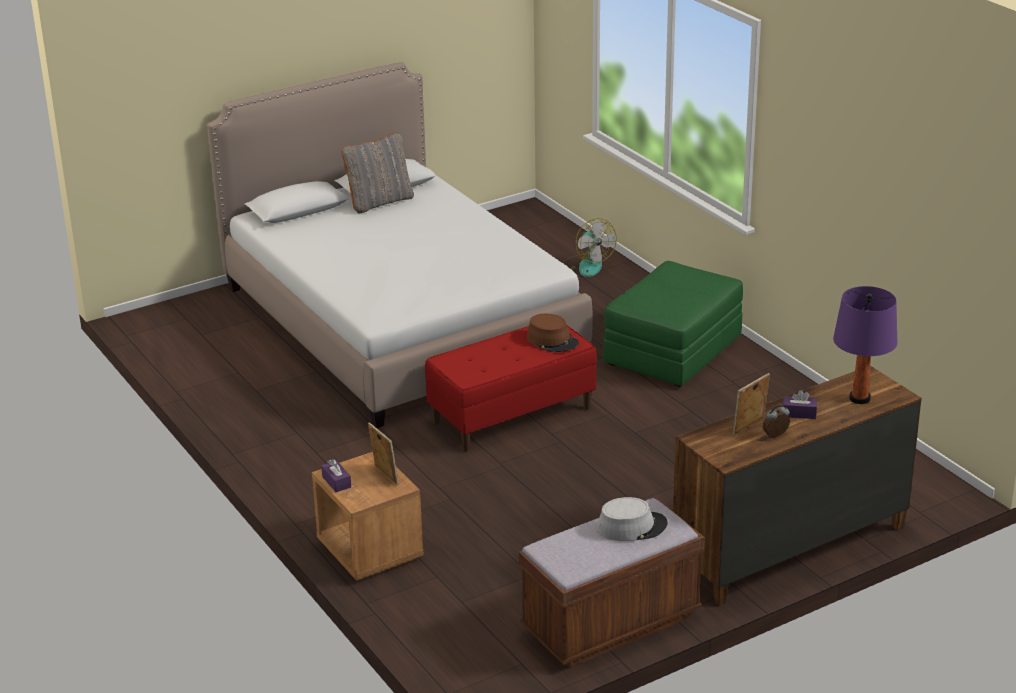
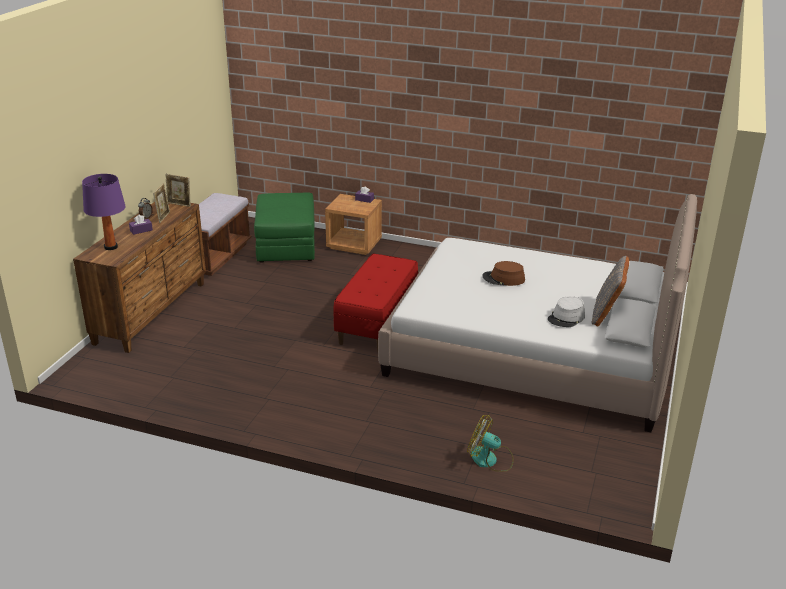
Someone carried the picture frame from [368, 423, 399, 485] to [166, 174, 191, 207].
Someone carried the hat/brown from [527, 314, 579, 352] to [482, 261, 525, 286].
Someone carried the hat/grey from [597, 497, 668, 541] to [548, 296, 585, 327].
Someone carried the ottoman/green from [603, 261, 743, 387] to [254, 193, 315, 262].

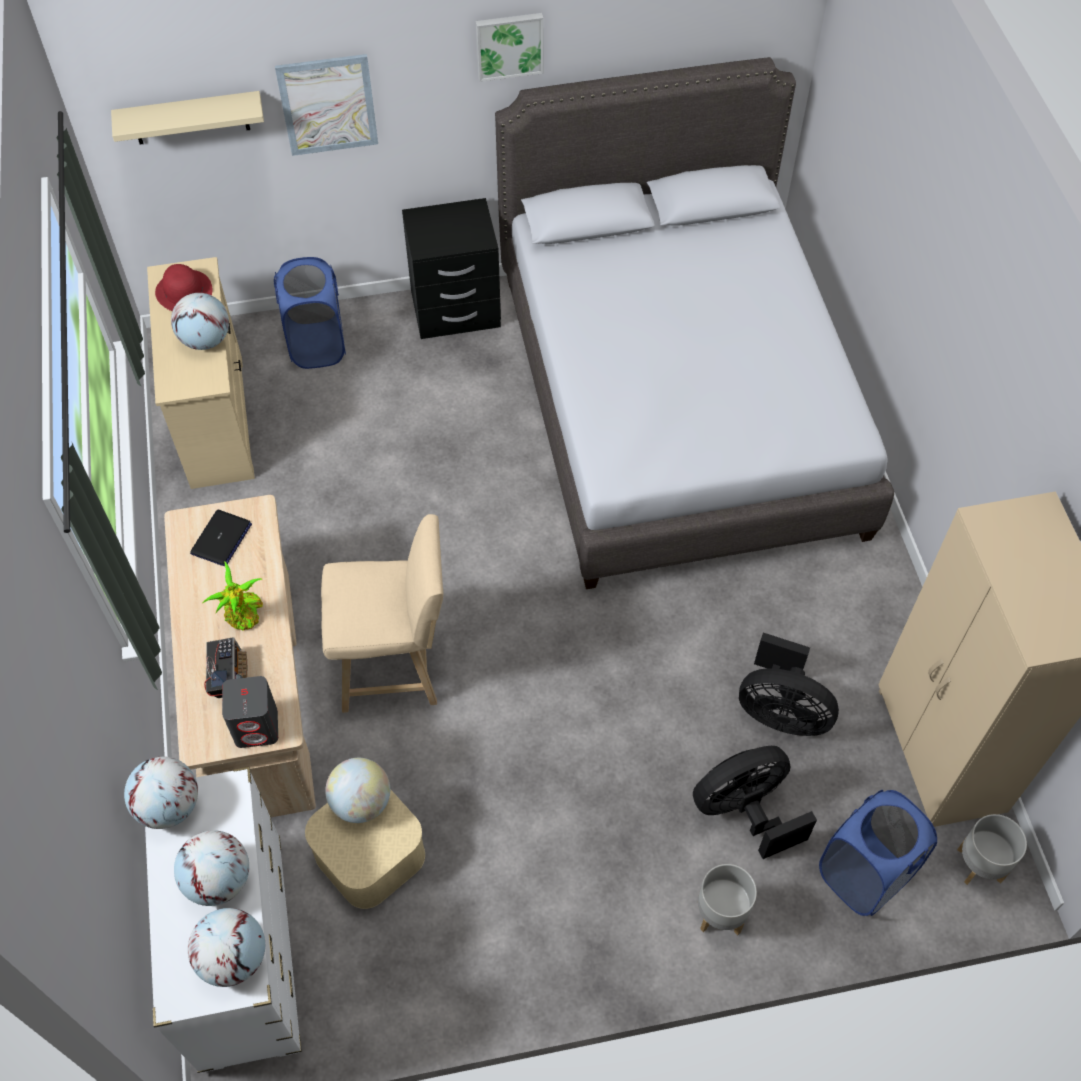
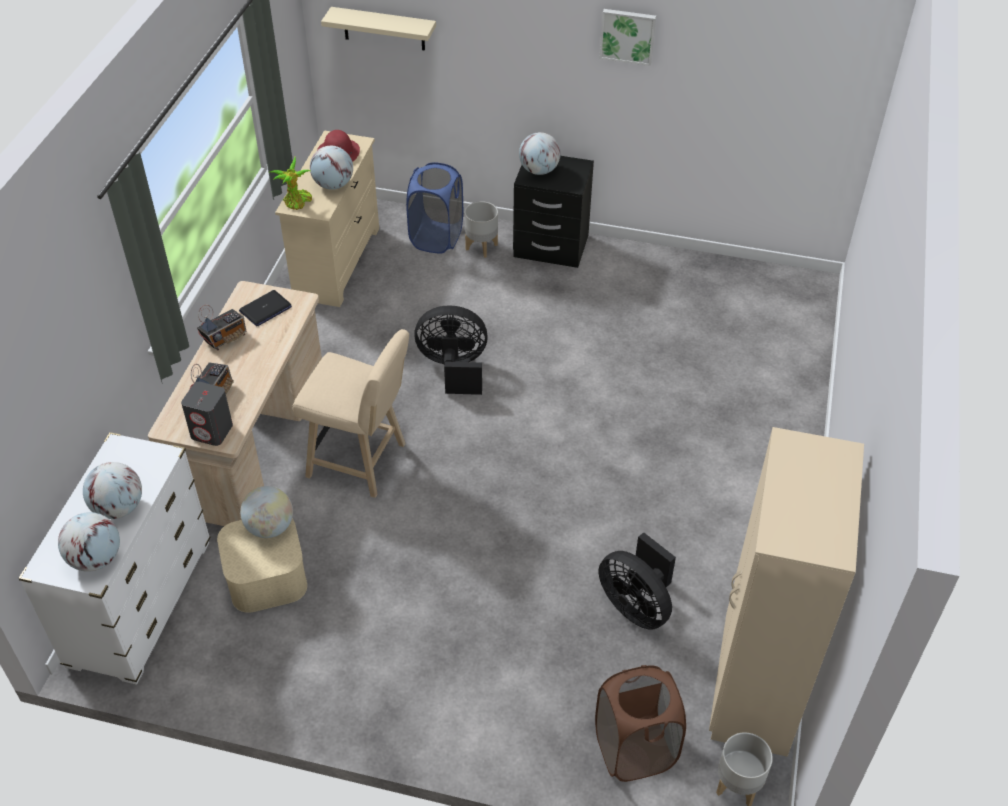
Someone took away the picture at [275, 54, 378, 156].
Someone took away the bed/grey at [495, 57, 894, 589].
Someone put down the radio at [197, 305, 246, 350].
Someone carried the globe from [124, 757, 198, 829] to [519, 132, 561, 175].
Someone carried the potted plant from [203, 561, 263, 631] to [268, 157, 312, 210].
Someone carried the fan/black from [693, 746, 817, 859] to [414, 305, 488, 395].
Someone carried the planter/grey from [698, 864, 757, 936] to [465, 201, 498, 258].
Someone repainted the laundry basket/blue at [819, 790, 937, 916], which became the laundry basket/brown at [595, 665, 686, 782].

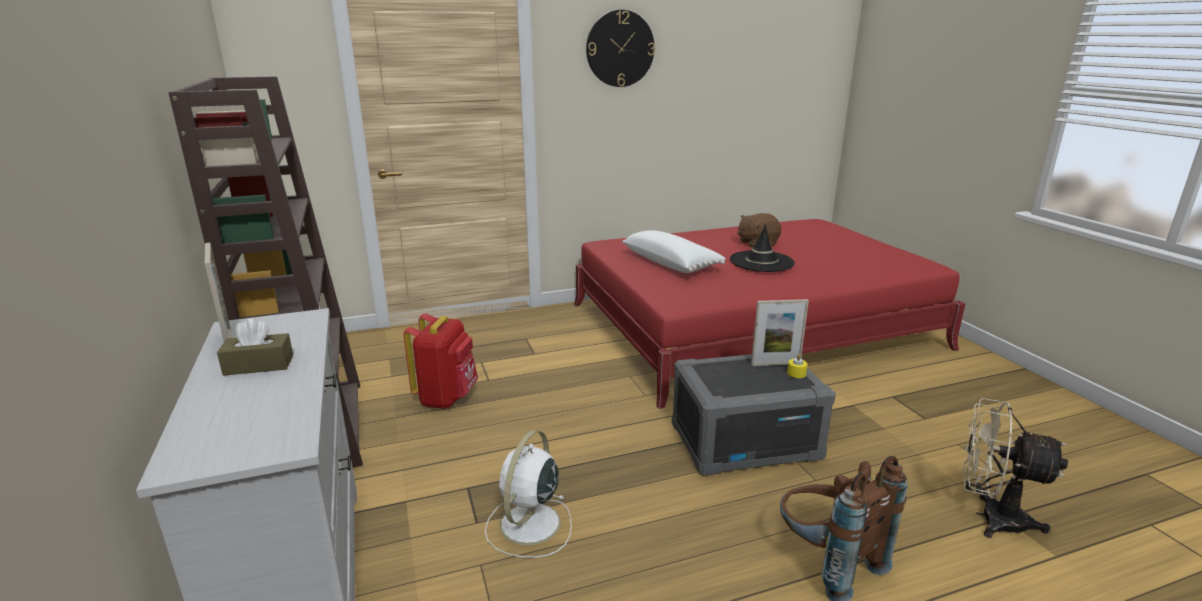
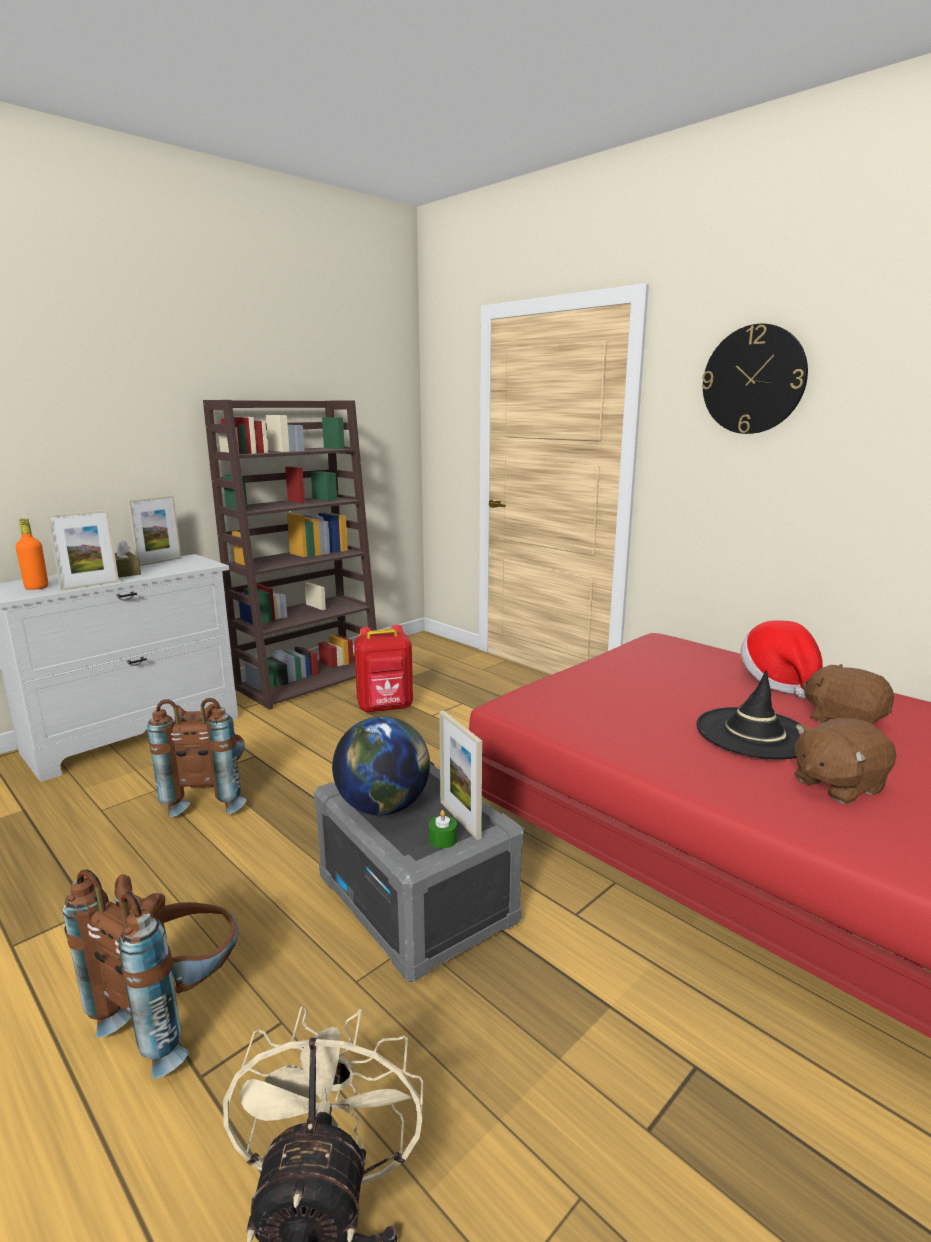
Someone took away the pillow/white at [622, 230, 726, 273].
Someone put down the bottle/orange at [16, 518, 48, 590].
Someone put down the picture frame at [47, 510, 119, 591].
Someone put down the globe at [332, 716, 430, 815].
Someone put down the hat at [741, 620, 823, 698].
Someone put down the plush toy/brown at [795, 718, 896, 804].
Someone swapped the fan/white at [485, 430, 572, 558] for the backpack/brown at [147, 698, 247, 817].
Someone repainted the candle/yellow at [787, 354, 808, 378], which became the candle/green at [429, 810, 457, 849].

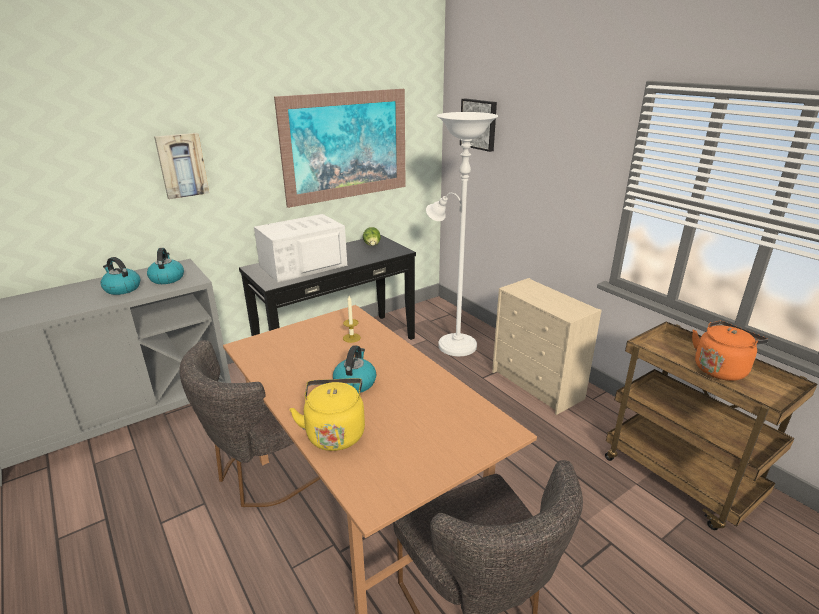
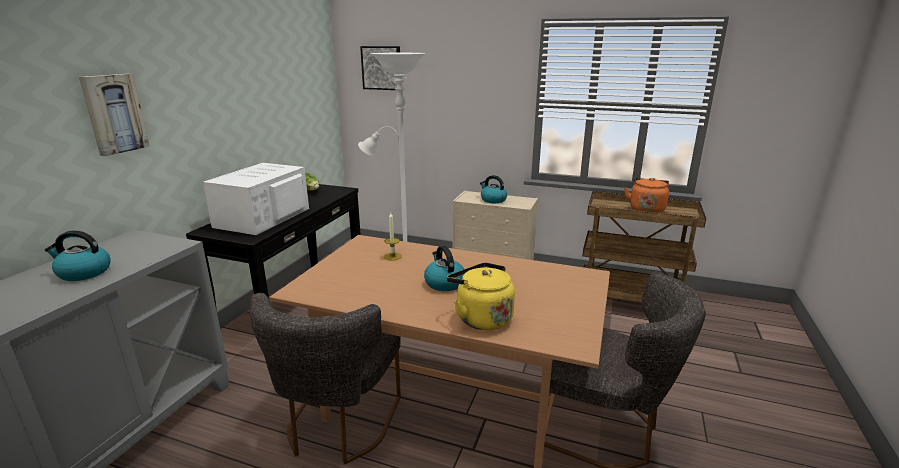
Someone took away the picture at [274, 89, 406, 208].
Someone carried the kettle from [147, 248, 184, 284] to [480, 175, 507, 203].

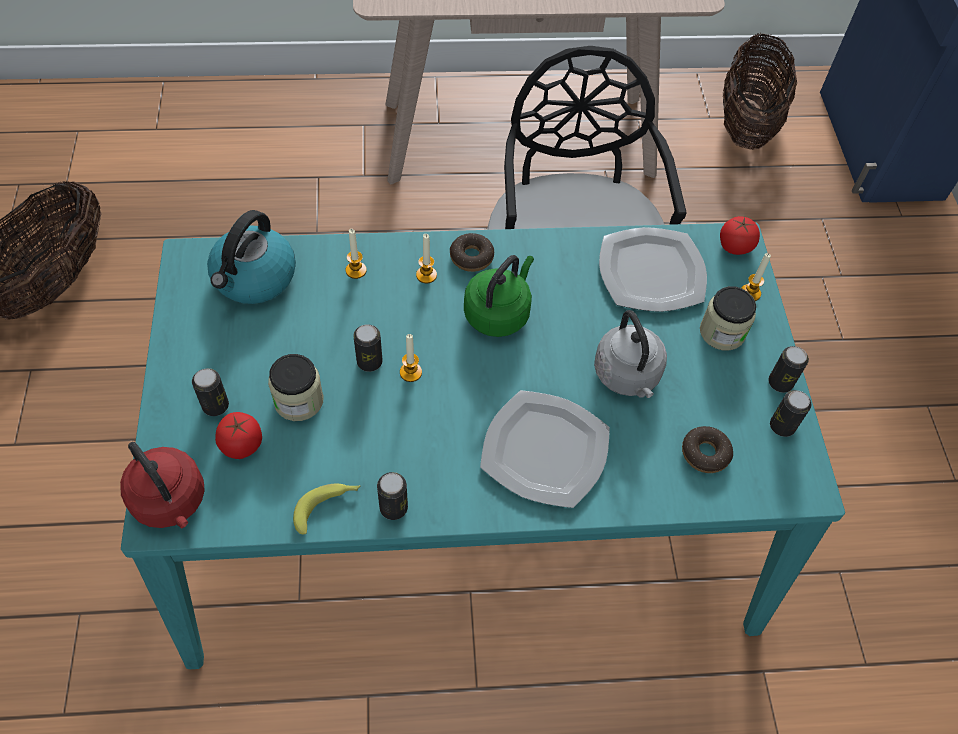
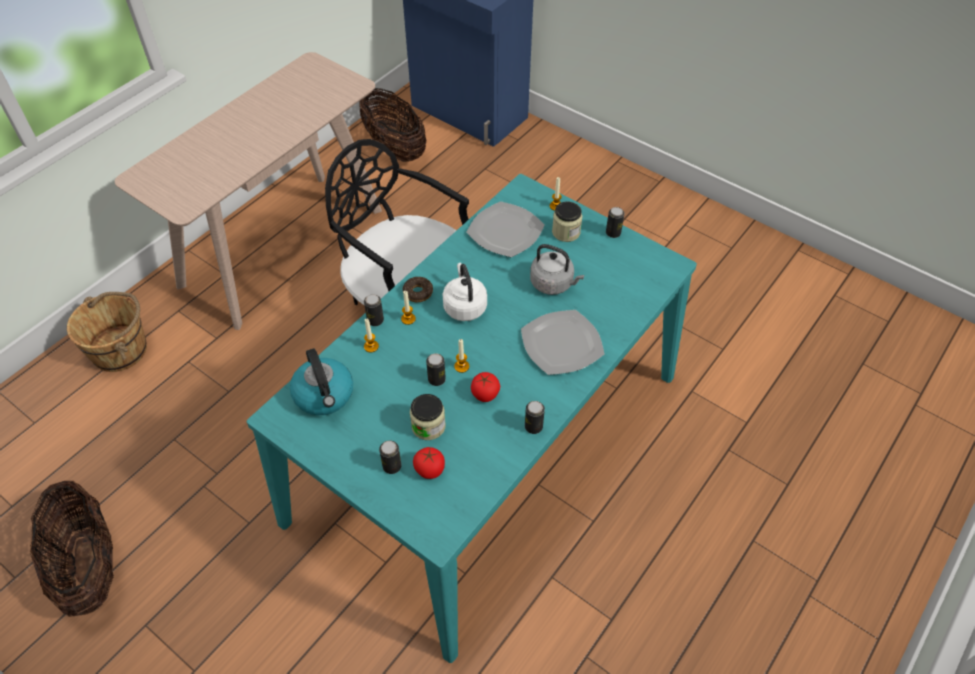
Someone took away the kettle/red at [120, 442, 205, 528].
Someone took away the banana at [293, 483, 361, 534].
Someone took away the donut at [682, 426, 733, 473].
Someone put down the bucket/brown at [67, 292, 147, 372].
Someone carried the tomato from [720, 216, 760, 255] to [471, 372, 500, 402].
Someone carried the can from [770, 390, 812, 437] to [364, 294, 384, 326].
Someone repainted the kettle/green at [464, 255, 534, 337], which became the kettle/white at [443, 263, 487, 321].

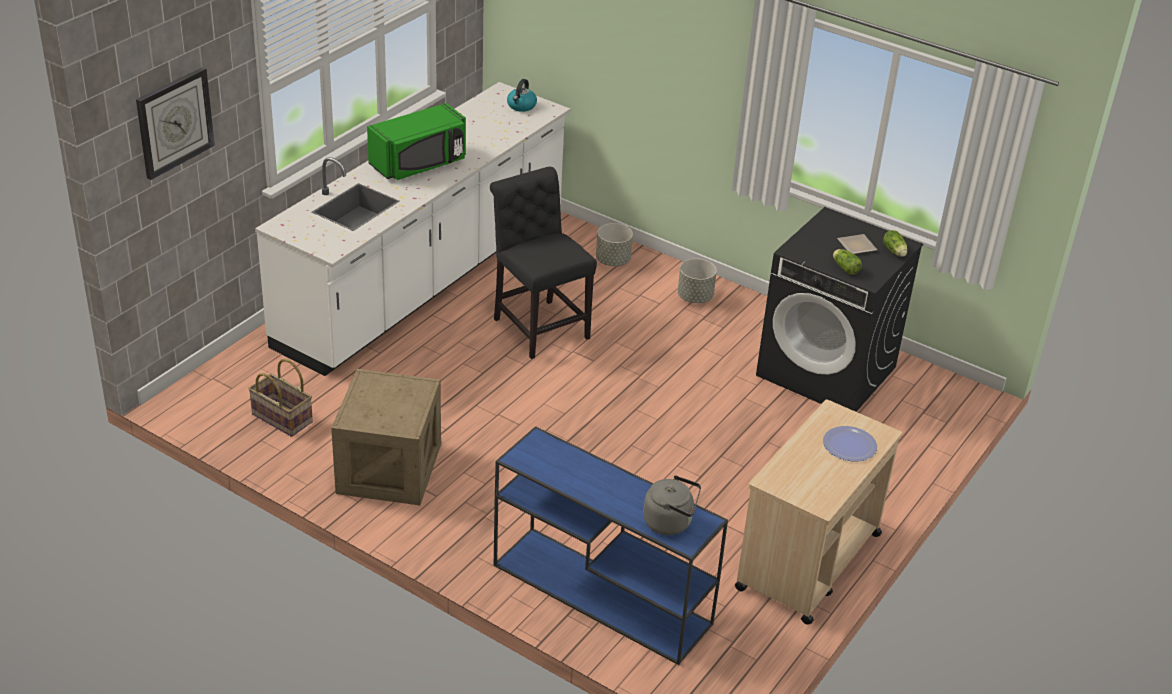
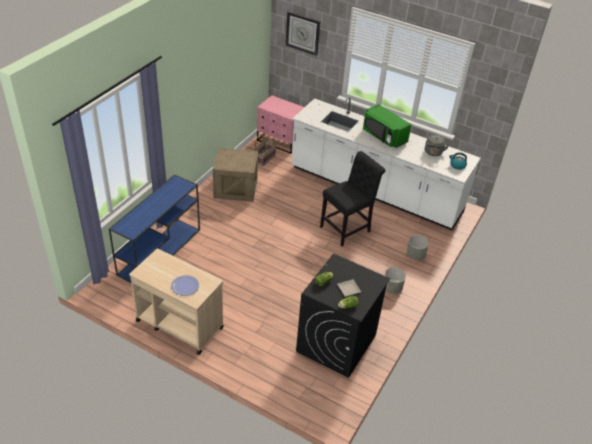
Someone put down the nightstand/pink at [257, 95, 304, 154].
Someone carried the kettle/grey from [643, 475, 701, 535] to [425, 135, 450, 156].

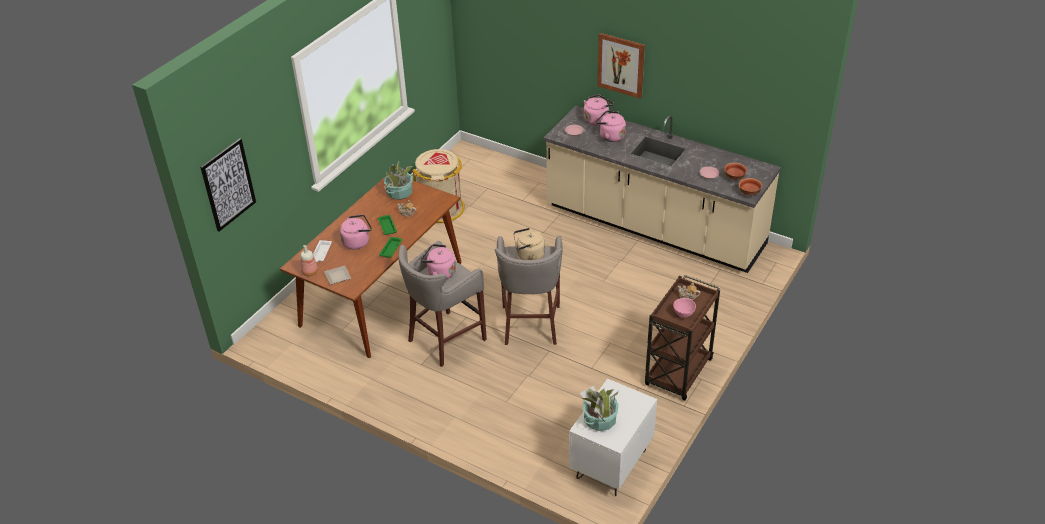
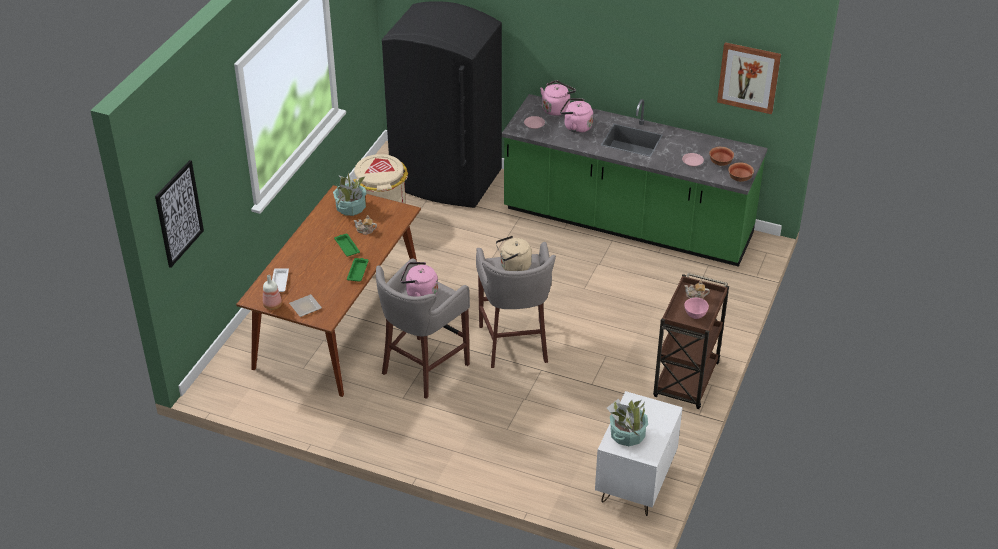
Someone took away the kettle/pink at [340, 215, 372, 250].
Someone put down the fridge/black at [382, 1, 502, 208].
Someone carried the picture from [597, 33, 645, 99] to [717, 42, 781, 114].
Someone repainted the counter/beige at [544, 106, 781, 273], which became the counter/green at [502, 94, 767, 267].

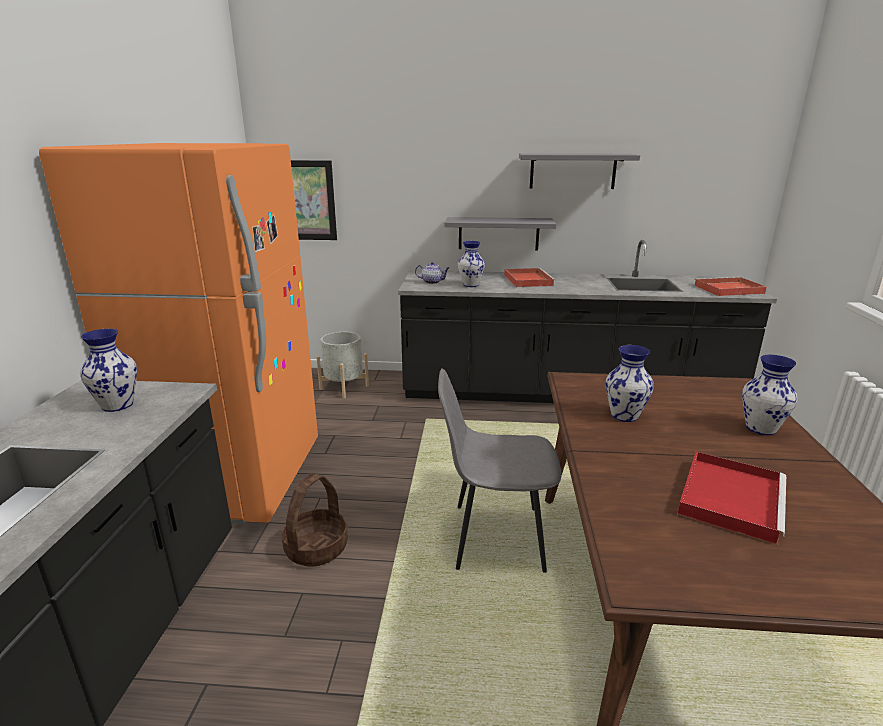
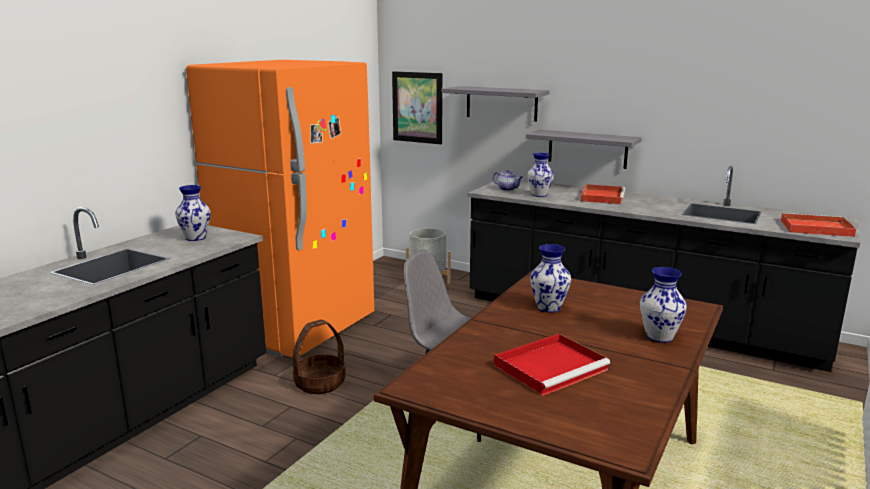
Someone carried the shelf/grey from [519, 153, 640, 189] to [442, 86, 549, 122].

